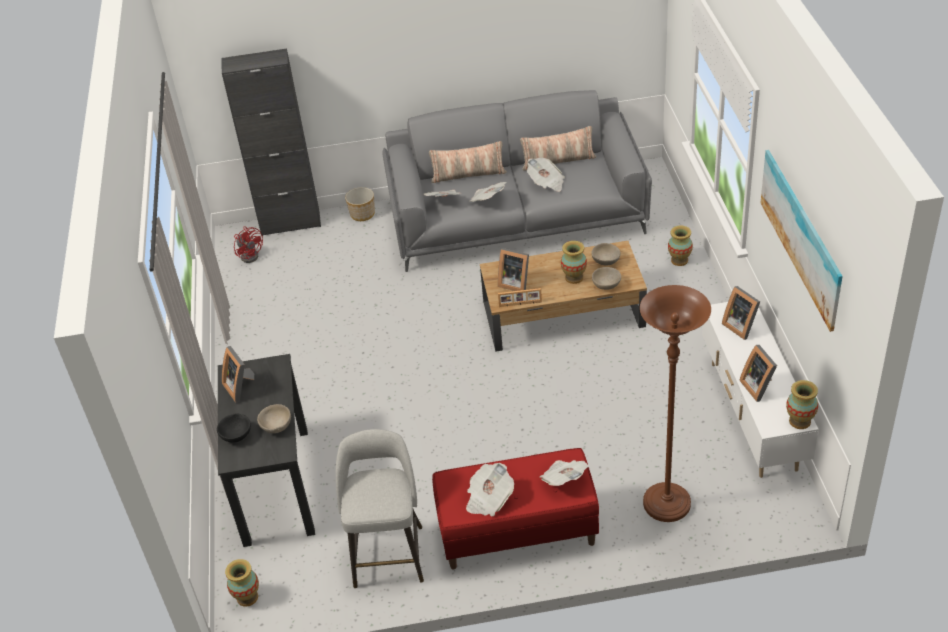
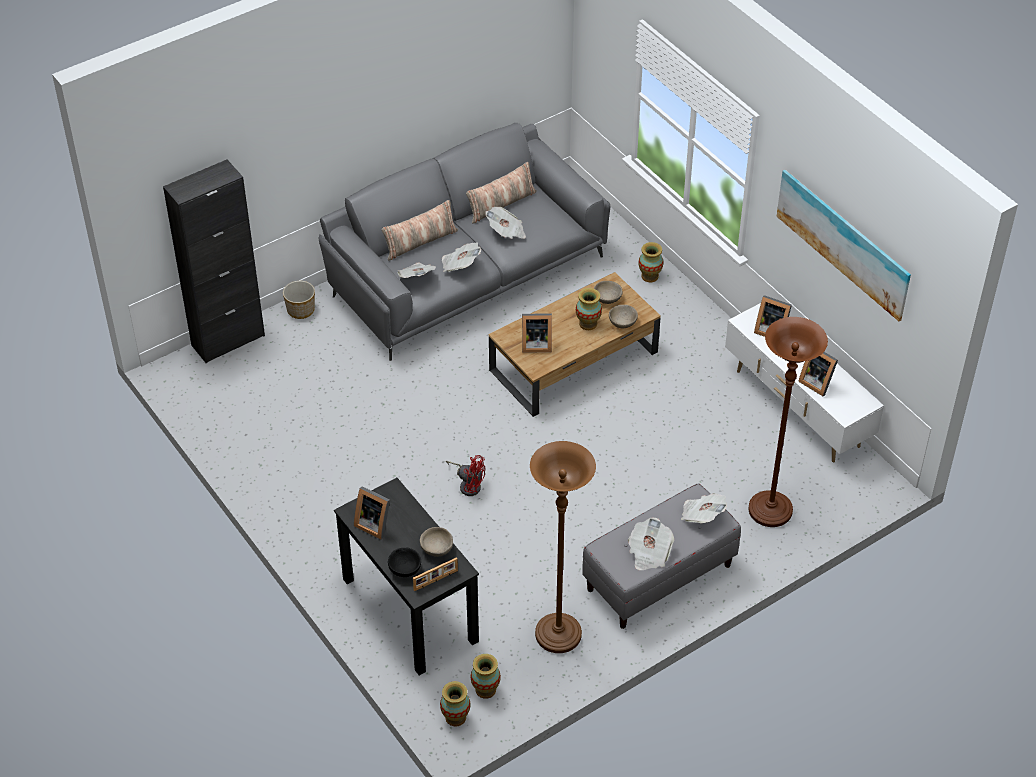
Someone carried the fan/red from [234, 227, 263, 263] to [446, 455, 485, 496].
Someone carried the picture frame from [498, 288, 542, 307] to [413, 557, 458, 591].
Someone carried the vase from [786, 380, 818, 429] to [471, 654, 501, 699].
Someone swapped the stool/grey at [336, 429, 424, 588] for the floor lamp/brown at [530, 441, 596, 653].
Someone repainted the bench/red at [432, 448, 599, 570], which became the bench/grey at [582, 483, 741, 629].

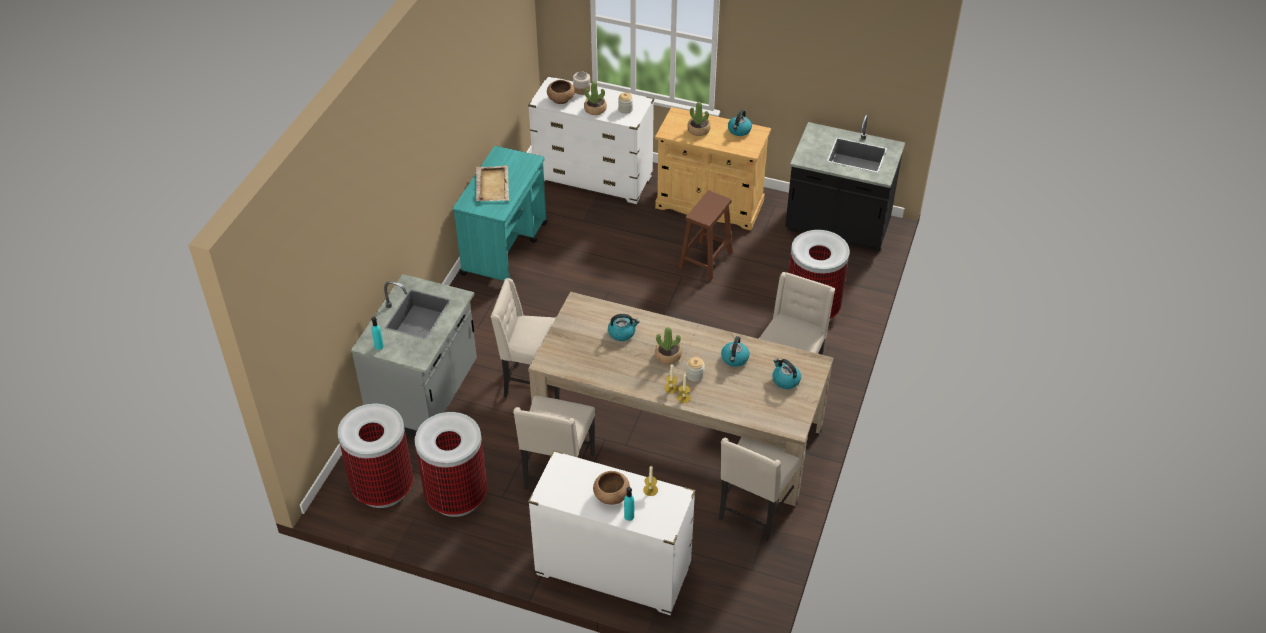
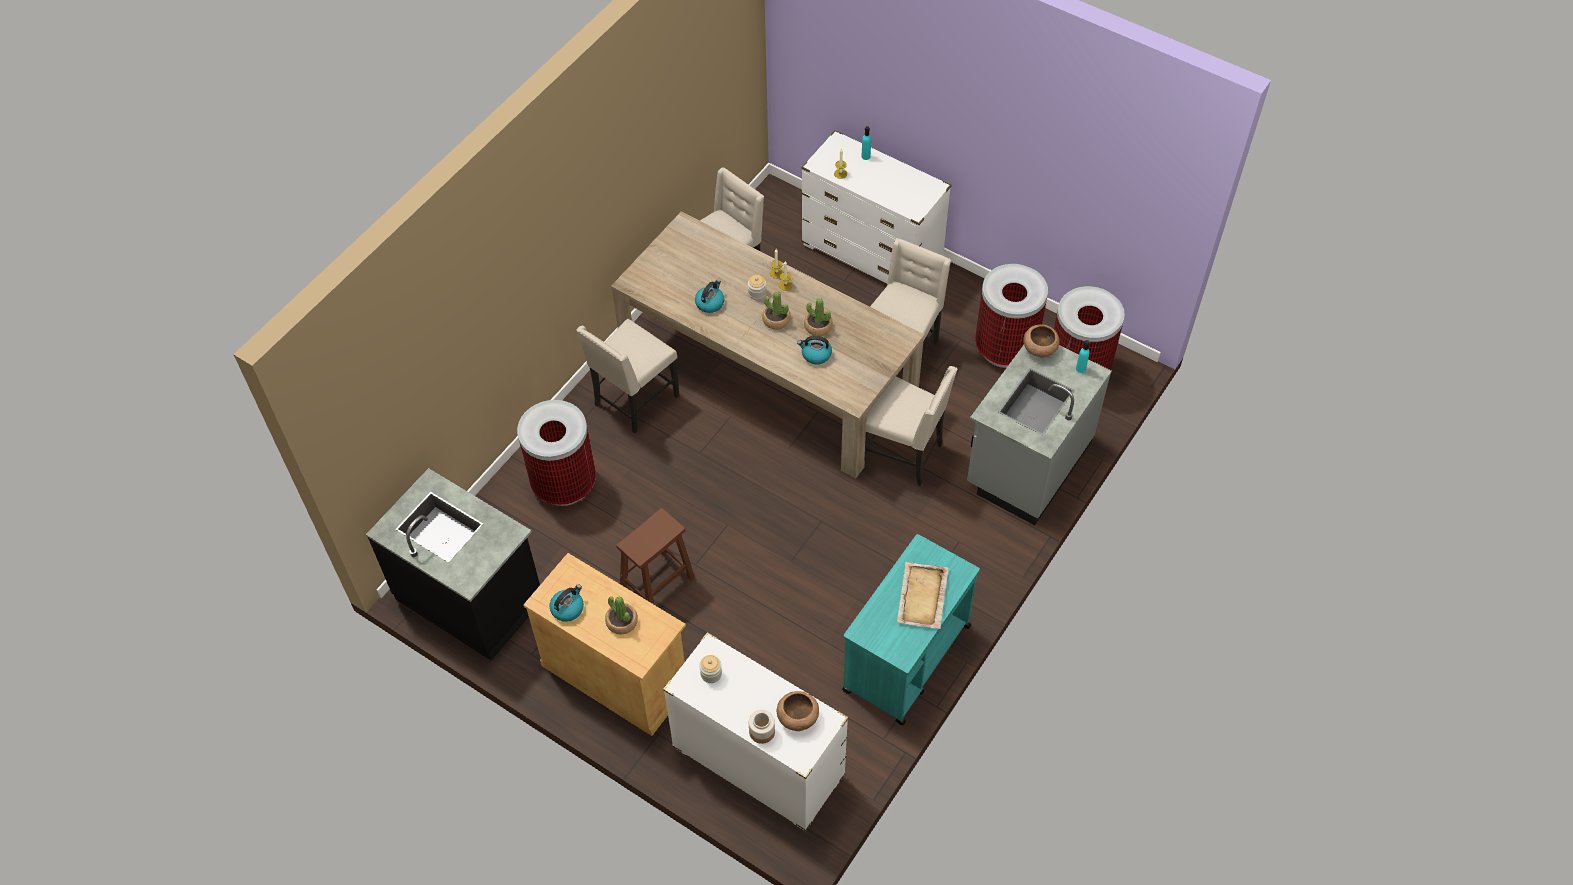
Someone took away the kettle at [772, 359, 801, 389].
Someone carried the potted plant from [584, 81, 607, 115] to [804, 298, 833, 336].
Someone carried the bowl/brown from [593, 471, 630, 505] to [1024, 324, 1060, 357].

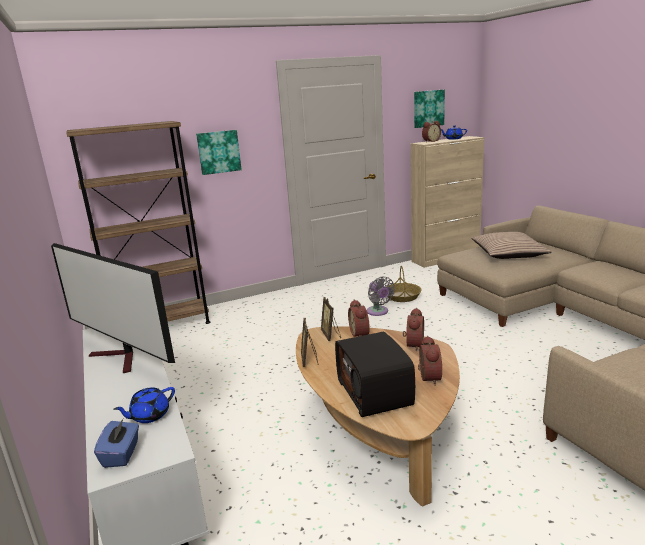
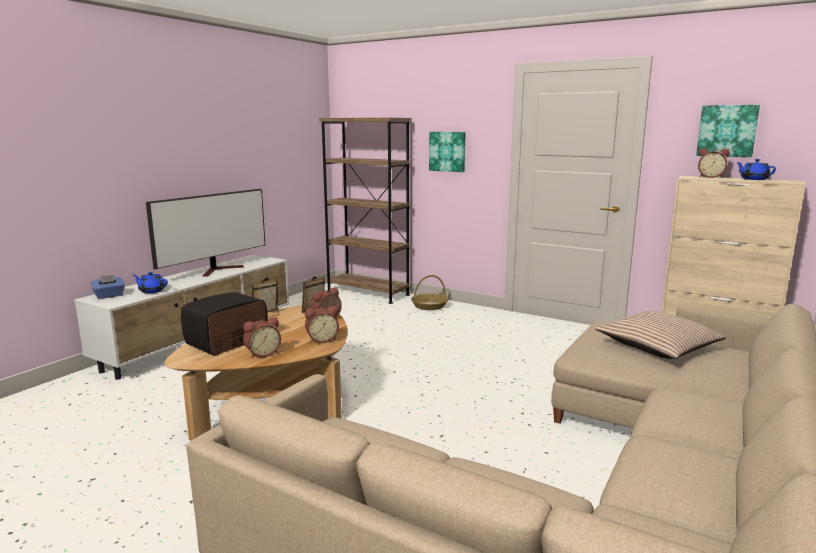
Someone took away the fan/grey at [367, 276, 395, 316].
Someone carried the basket from [386, 266, 422, 302] to [411, 275, 448, 310].
Someone rotated the television at [51, 243, 175, 373] by 150 degrees counterclockwise.

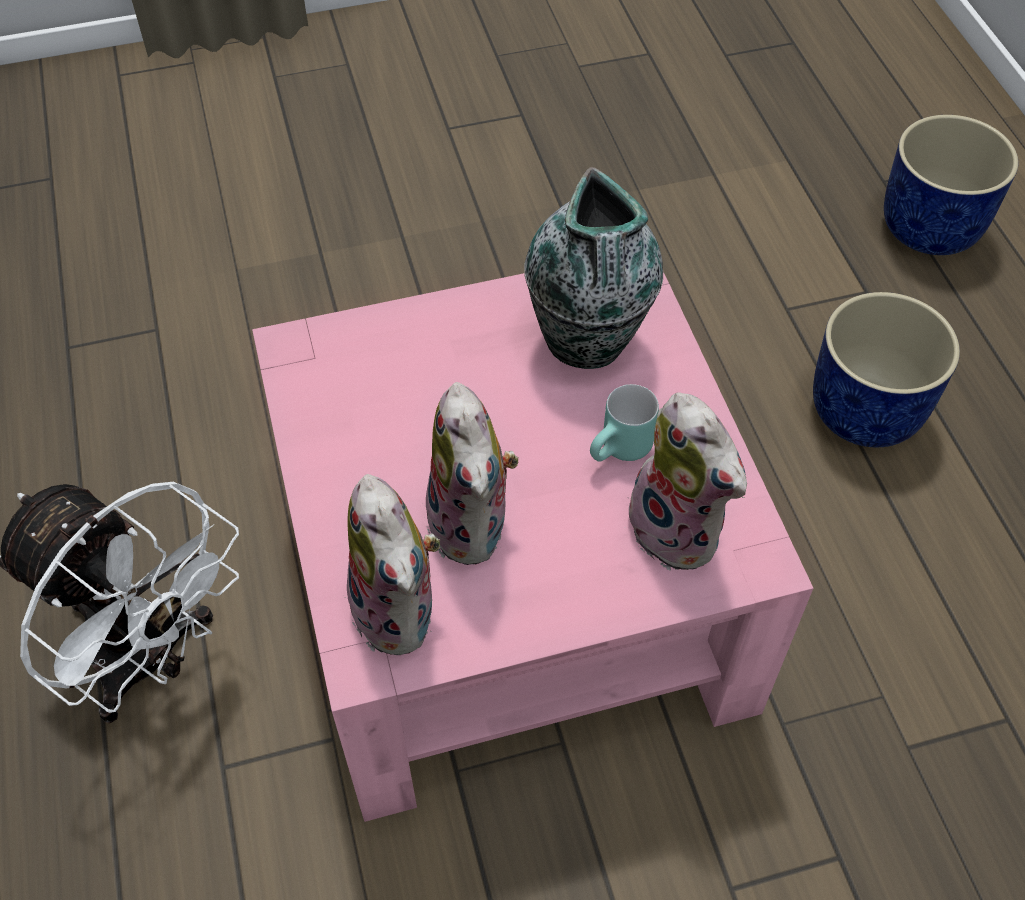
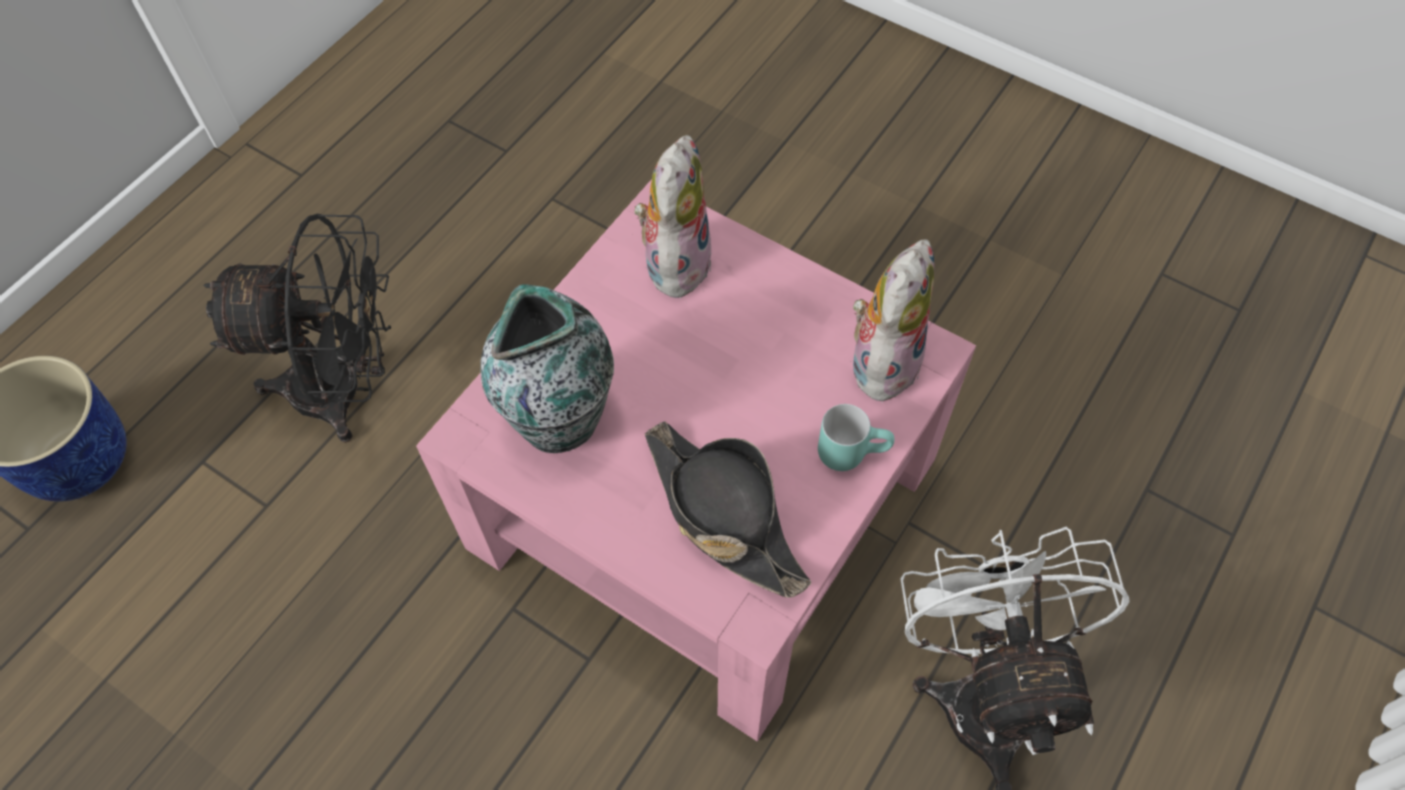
Someone took away the plush toy at [424, 382, 519, 565].
Someone put down the hat/black at [645, 421, 811, 598].
Someone carried the mug/turquoise from [590, 384, 659, 462] to [818, 404, 894, 471].
Someone swapped the planter/blue at [813, 292, 960, 447] for the fan/black at [203, 214, 392, 443].

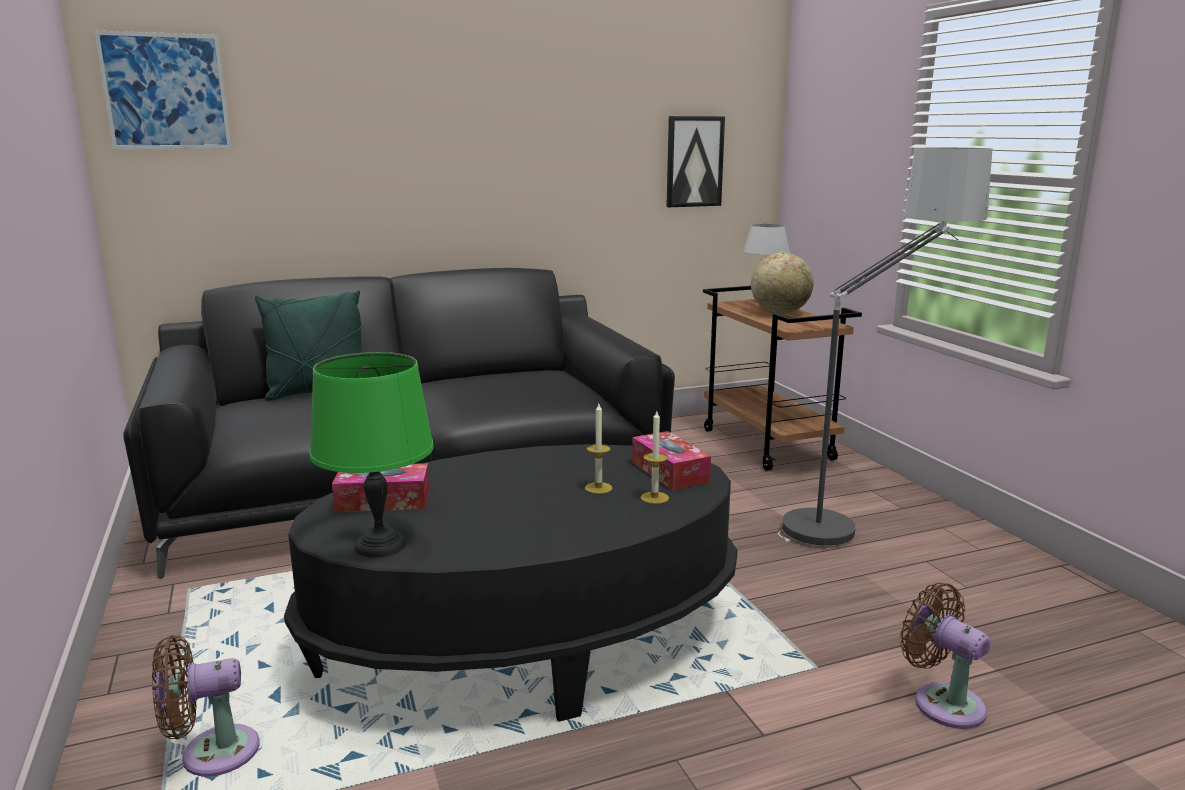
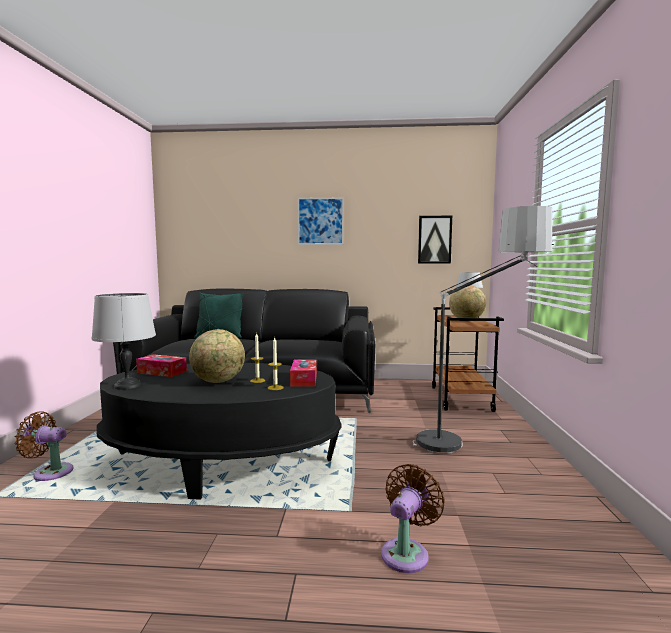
Someone put down the globe at [189, 329, 245, 383].
Someone carried the picture from [94, 31, 232, 149] to [297, 197, 344, 245].
Someone repainted the table lamp/green at [310, 352, 434, 558], which became the table lamp/grey at [92, 293, 156, 390].
Someone rotated the fan/brown at [900, 582, 991, 729] by 45 degrees clockwise.

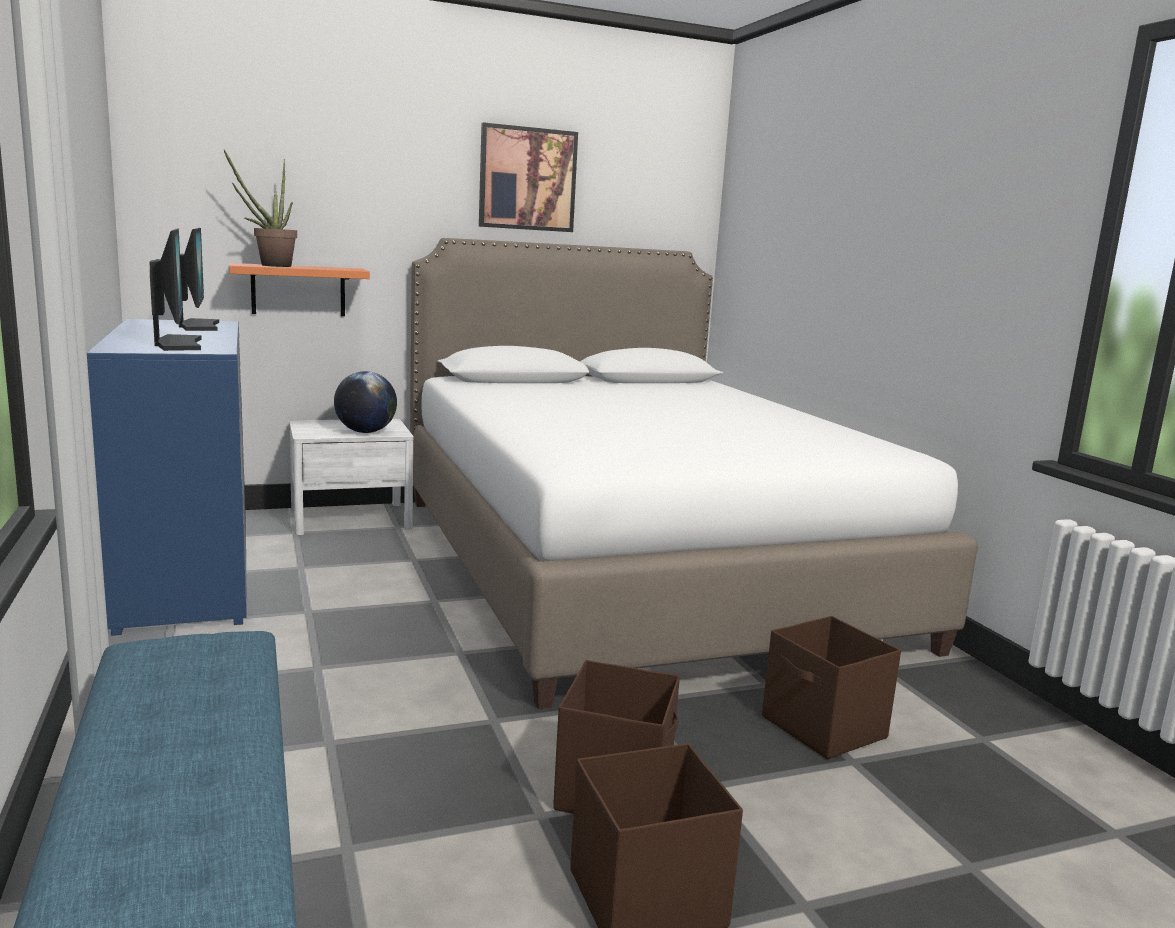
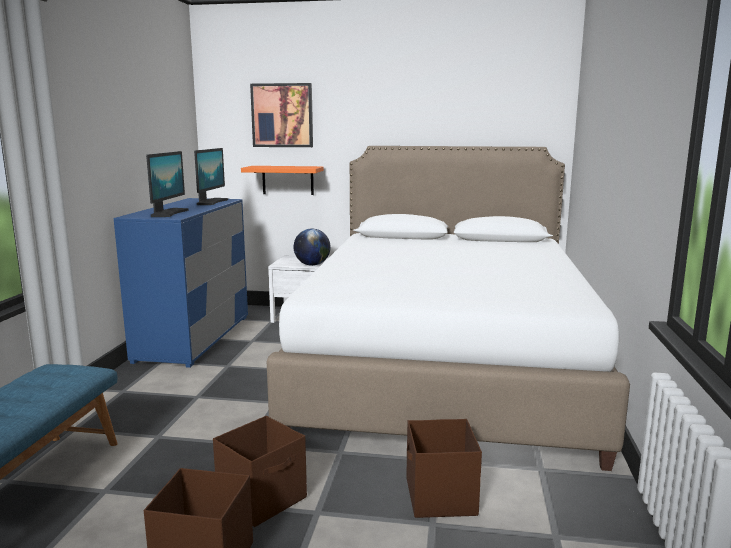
Someone took away the potted plant at [223, 149, 297, 267].
Someone carried the picture from [479, 122, 578, 232] to [250, 83, 313, 147].

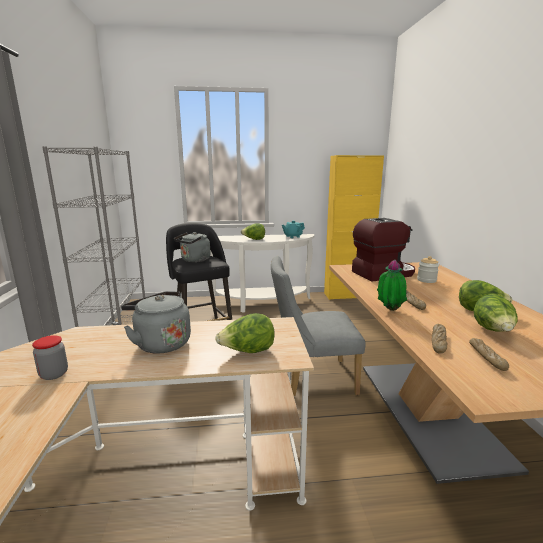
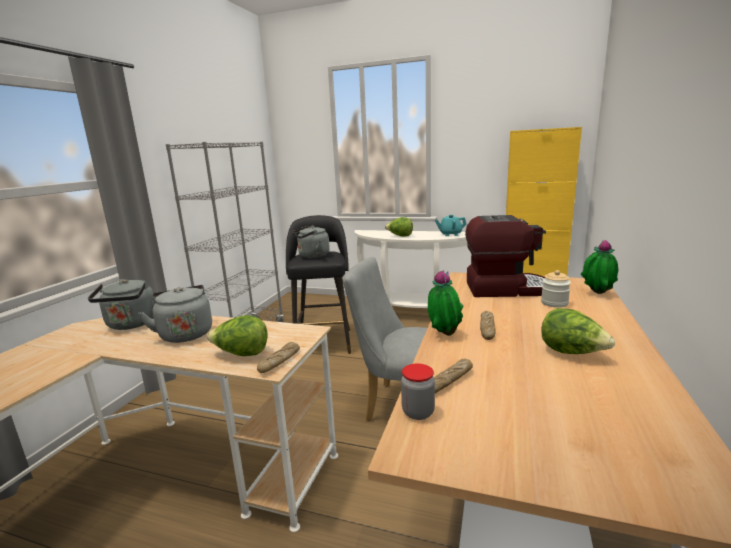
Someone took away the lettuce at [474, 294, 518, 332].
Someone put down the kettle/grey at [88, 279, 155, 330].
Someone put down the potted plant at [581, 240, 618, 294].
Someone carried the jar from [32, 335, 68, 380] to [401, 364, 435, 420].
Someone carried the bread from [469, 338, 509, 371] to [257, 342, 300, 373].

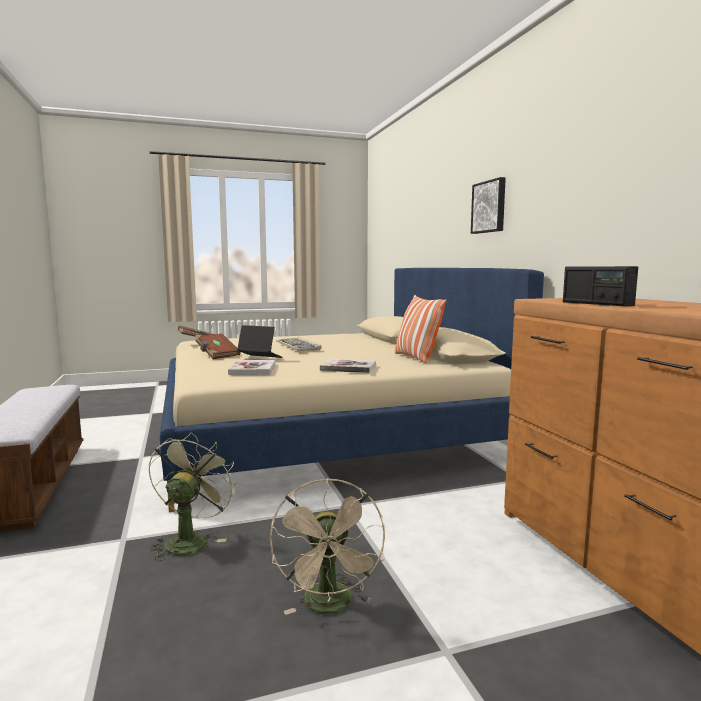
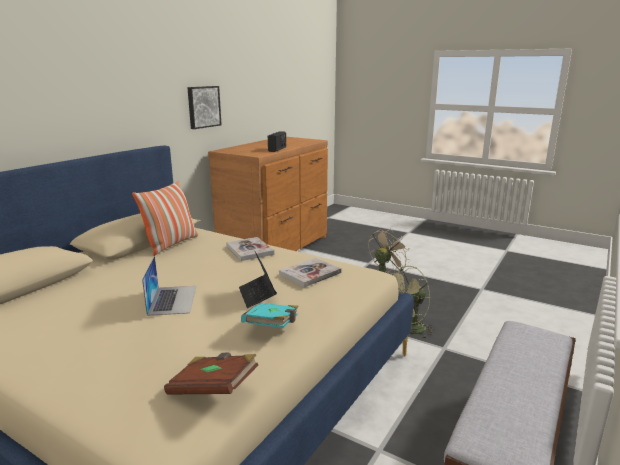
Someone carried the picture from [471, 177, 506, 234] to [187, 86, 222, 129].
Someone swapped the keyboard at [276, 337, 322, 351] for the laptop at [142, 255, 196, 316].
Someone repainted the book/brown at [195, 333, 241, 359], which became the book/turquoise at [241, 303, 299, 328].

